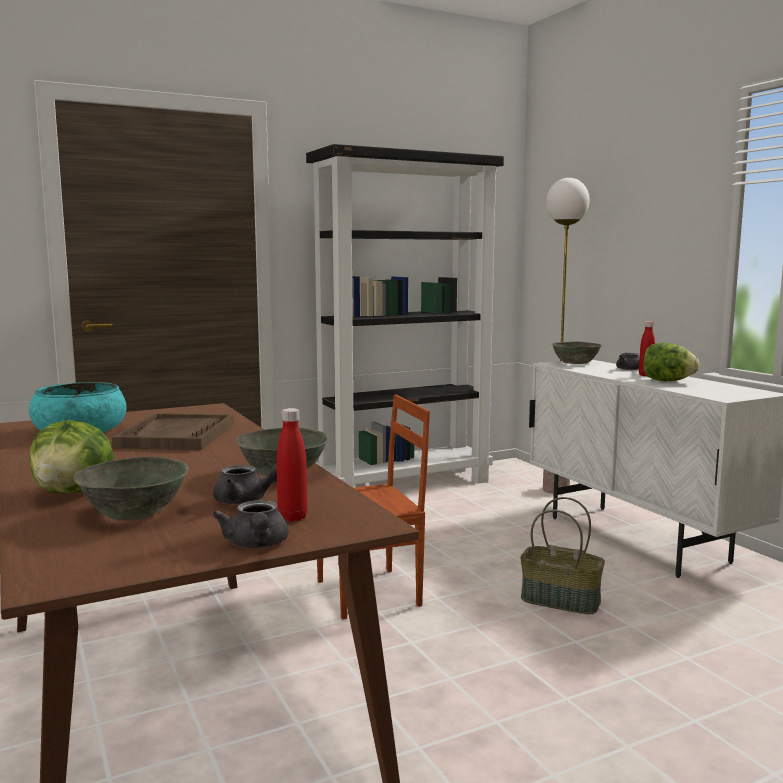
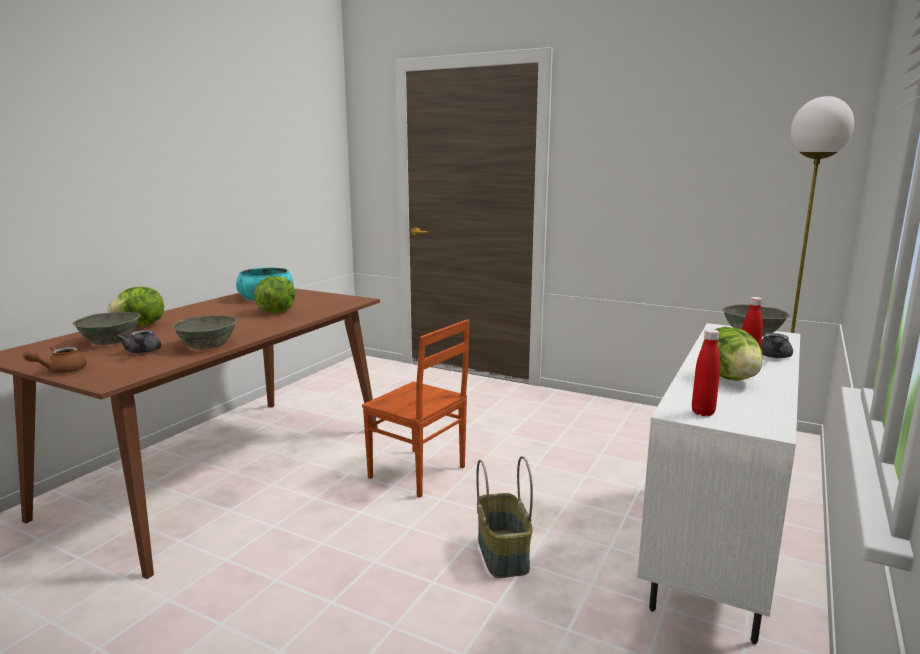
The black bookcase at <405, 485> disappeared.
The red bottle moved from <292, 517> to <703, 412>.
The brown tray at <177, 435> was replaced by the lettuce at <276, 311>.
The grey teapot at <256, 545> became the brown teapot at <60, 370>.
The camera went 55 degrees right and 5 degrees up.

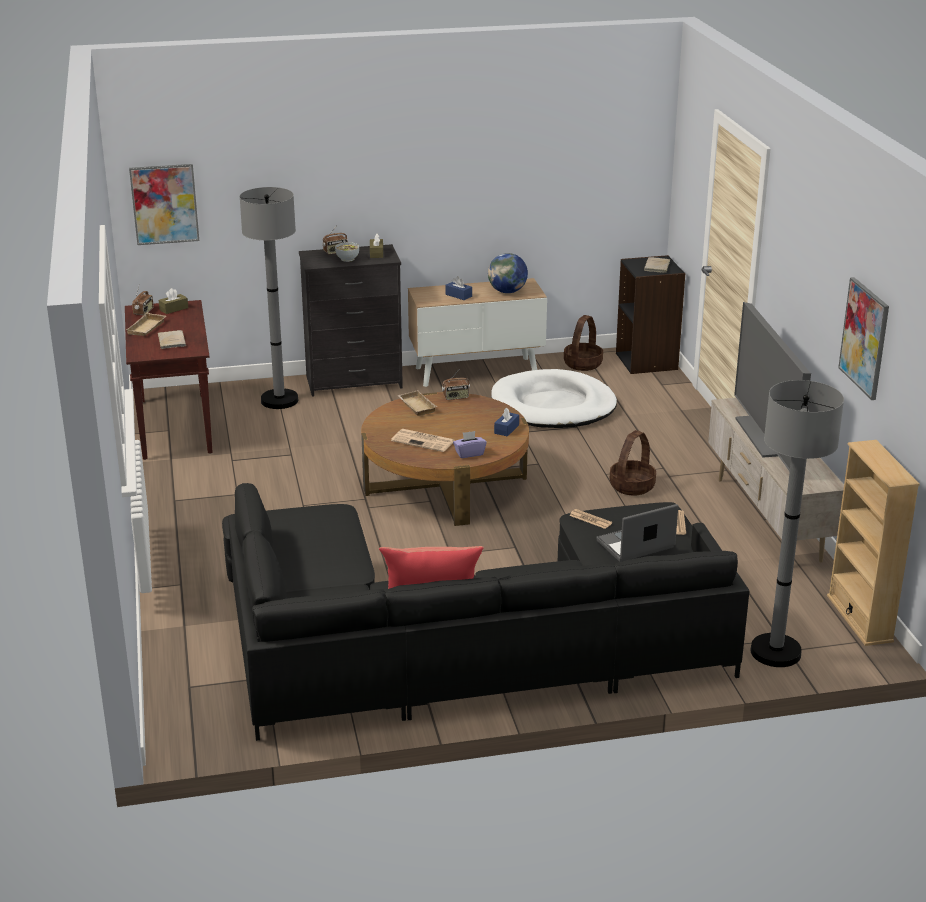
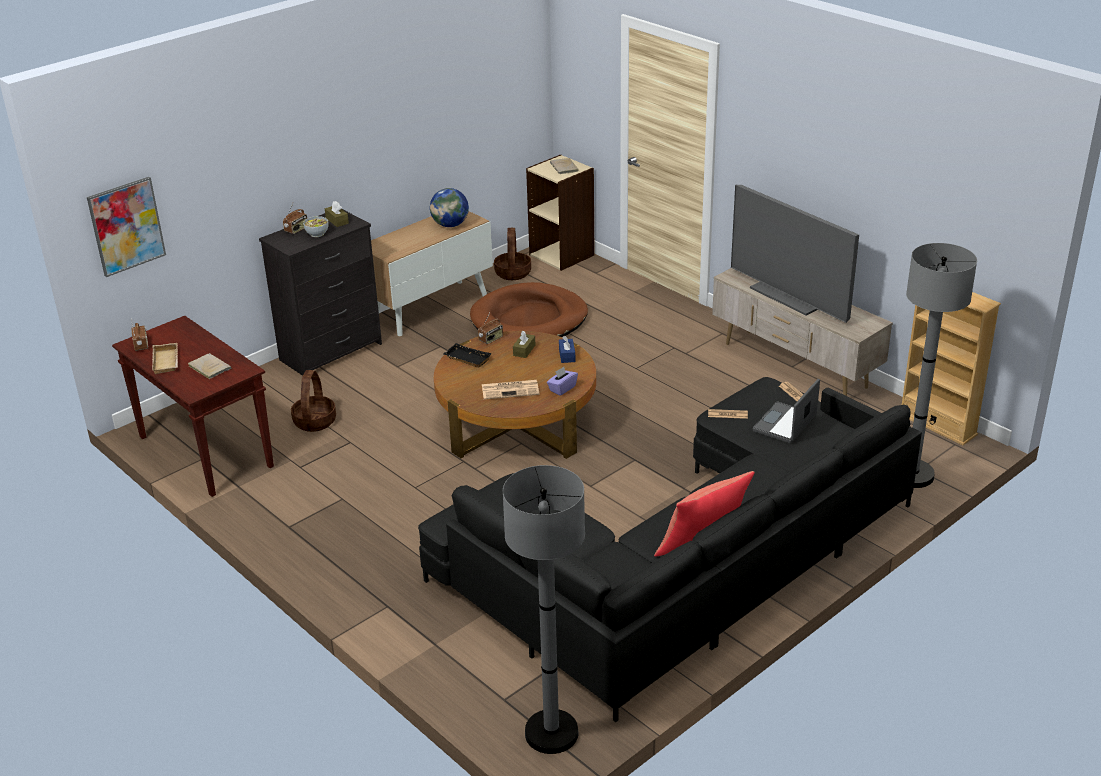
The grey floor lamp moved from <279, 400> to <551, 733>.
The black bookcase at <647, 361> became the beige bookcase at <562, 255>.
The blue tissue box at <458, 295> disappeared.
The picture at <864, 338> disappeared.
The brown tissue box moved from <174, 309> to <524, 350>.
The white dog bed at <553, 405> became the brown dog bed at <529, 319>.
The beige tray at <415, 406> became the black tray at <466, 359>.
The basket moved from <632, 486> to <314, 421>.
The camera went 30 degrees left and 5 degrees up.

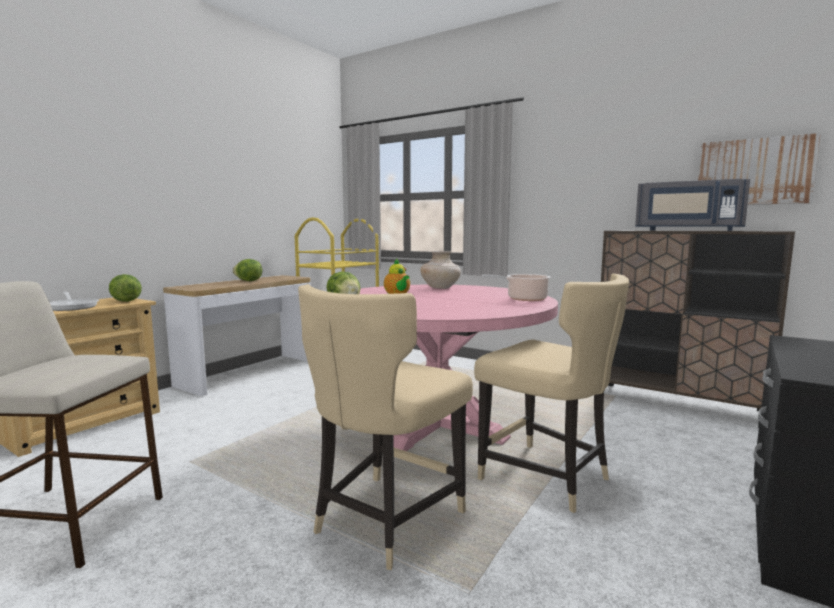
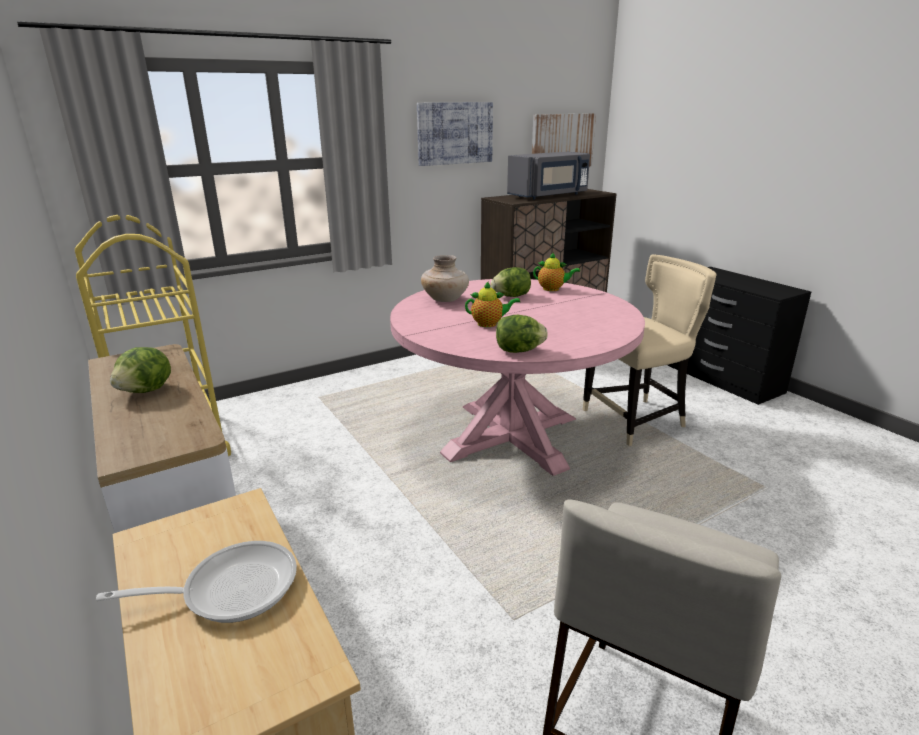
The lettuce moved from <125, 301> to <511, 296>.
The cooking pot at <524, 299> was replaced by the teapot at <553, 289>.
The beige chair at <384, 521> disappeared.
The picture at <455, 133> appeared.
The camera went 65 degrees left and 15 degrees up.

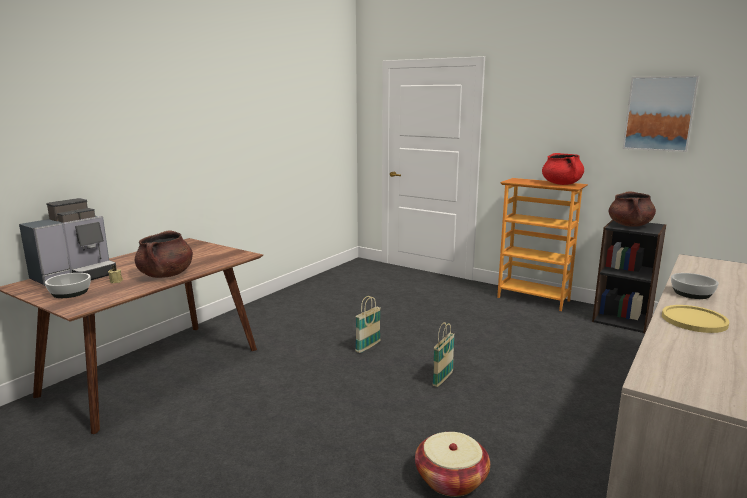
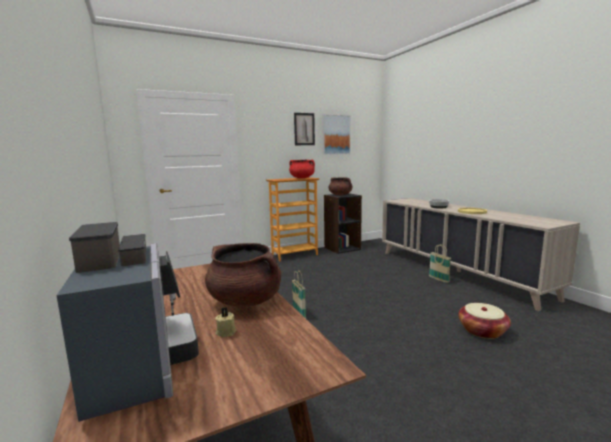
The bowl at <70, 293> disappeared.
The basket moved from <443, 379> to <438, 279>.
The picture at <304, 129> appeared.
The camera went 60 degrees left and 5 degrees down.

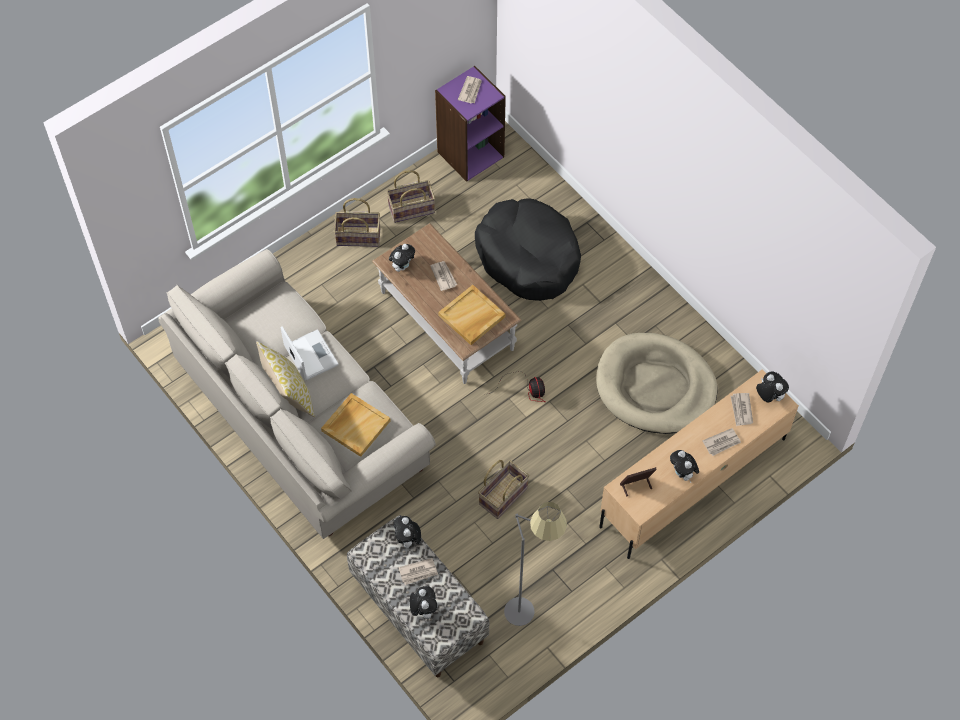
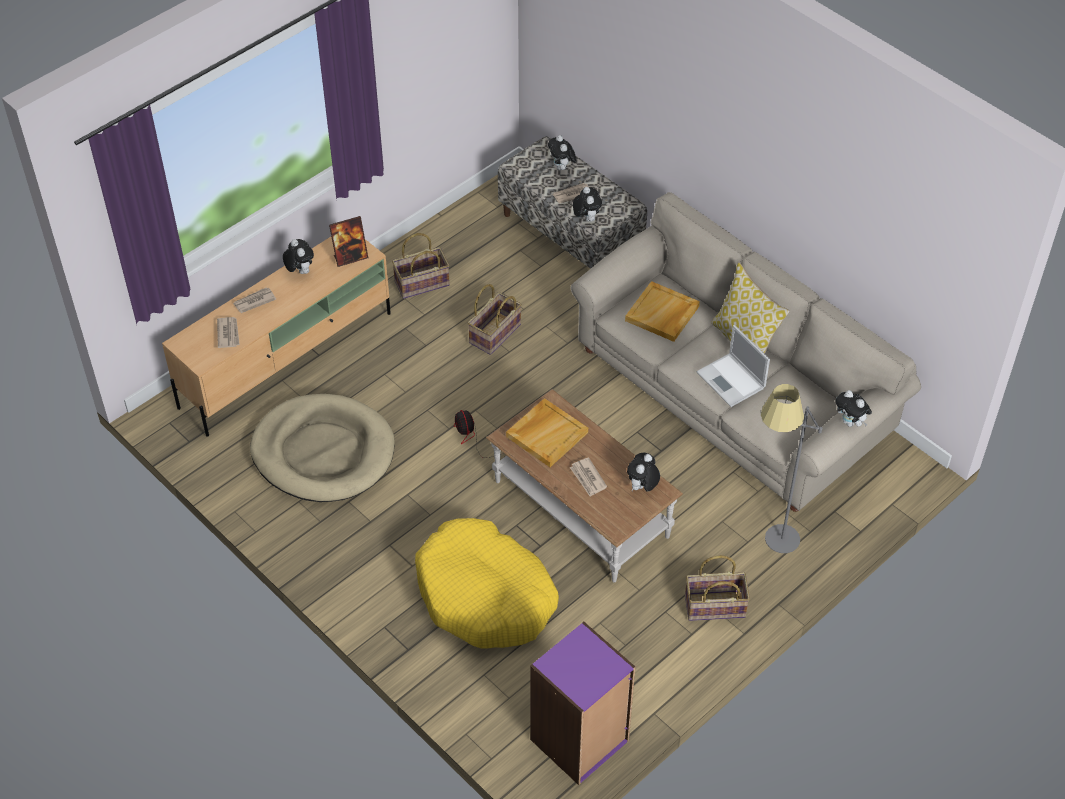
The newspaper at <470, 91> disappeared.
The basket moved from <411, 208> to <422, 284>.
The black dog bed at <528, 257> became the yellow dog bed at <485, 595>.
The plush toy moved from <769, 396> to <850, 422>.
The grey floor lamp moved from <531, 604> to <770, 547>.
The camera went 175 degrees right and 10 degrees down.

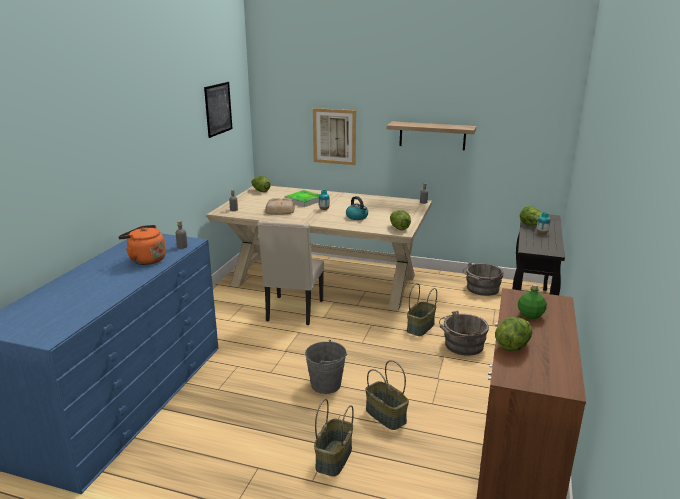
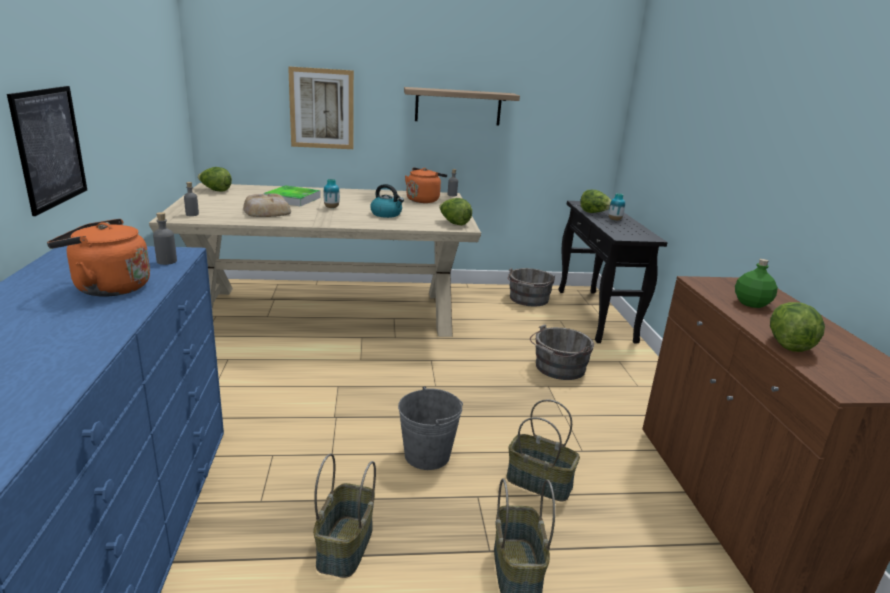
The picture moved from <218, 109> to <50, 147>.
The beige chair at <293, 311> disappeared.
The basket moved from <421, 328> to <346, 547>.
The orange kettle at <424, 200> appeared.
The camera went 25 degrees left and 0 degrees up.

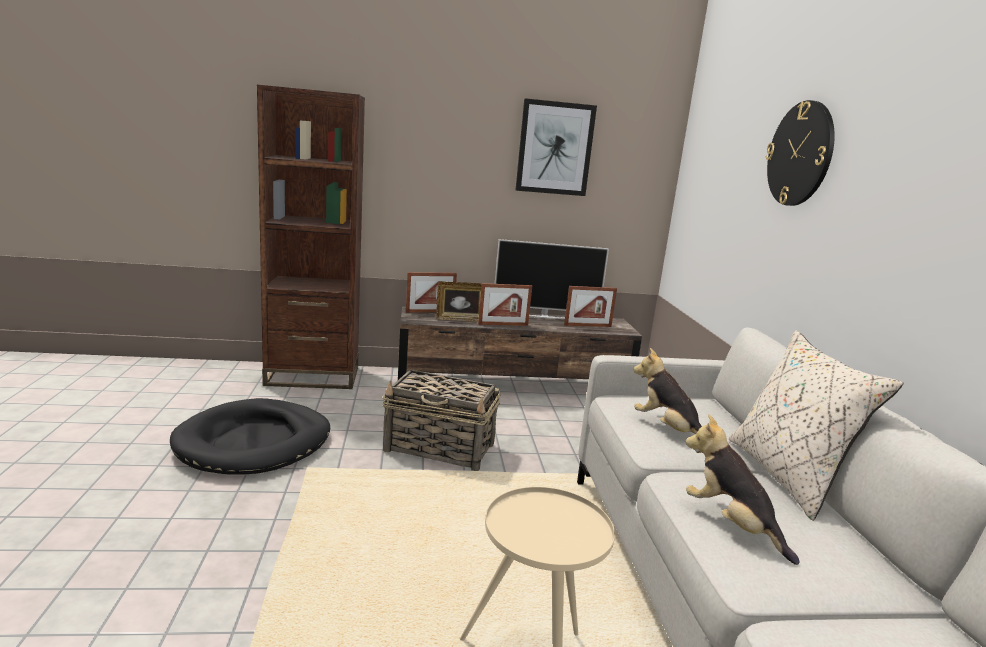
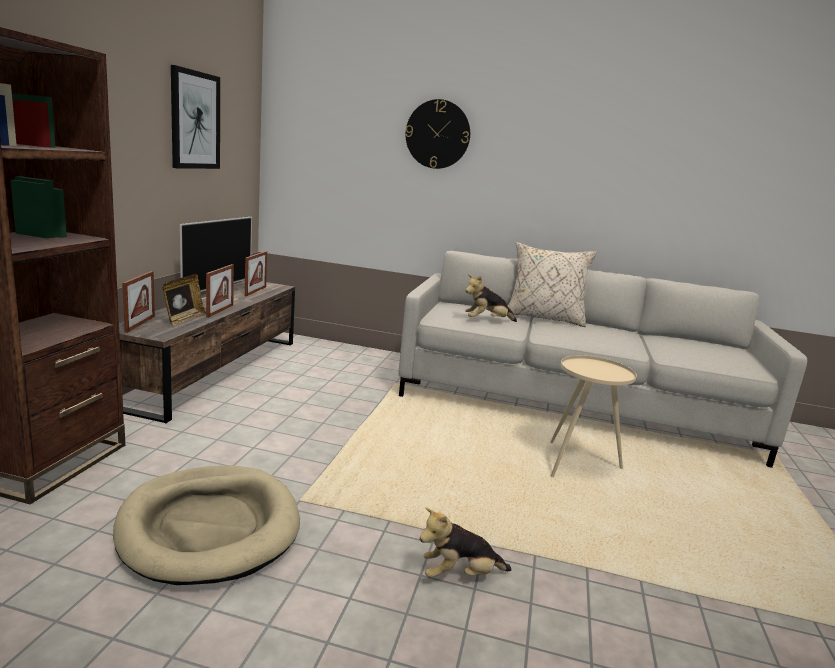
The basket at <440, 448> disappeared.
The black dog bed at <254, 442> became the beige dog bed at <209, 527>.
The plush toy moved from <731, 524> to <459, 575>.
The camera went 70 degrees left and 0 degrees up.

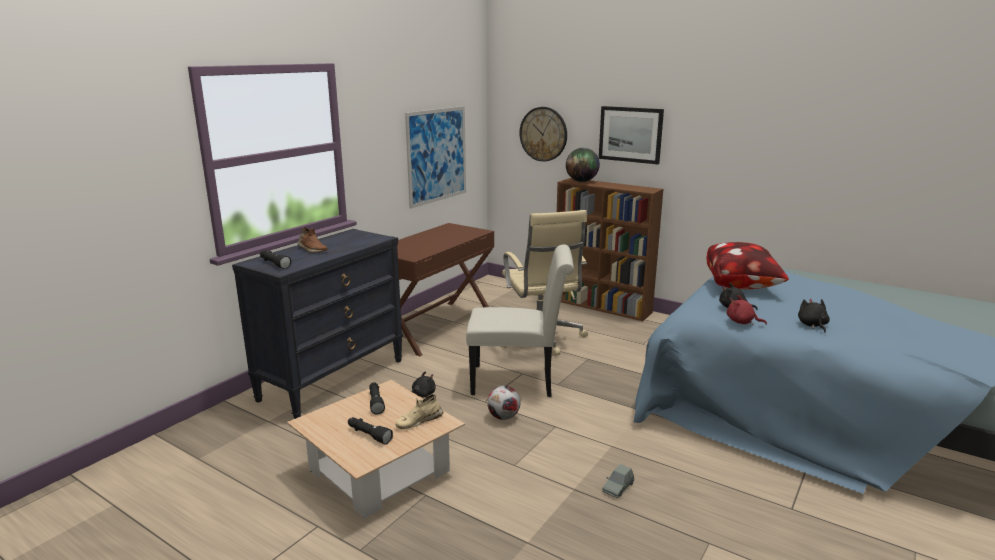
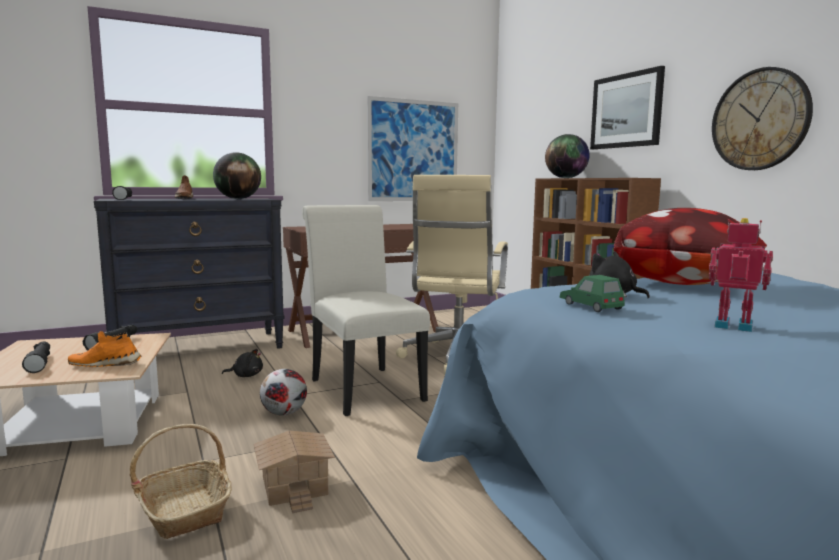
The wall clock moved from <543, 134> to <760, 119>.
The white chair at <519, 381> turned 150 degrees counterclockwise.
The red plush toy at <742, 322> was replaced by the green toy car at <590, 306>.
The black plush toy at <812, 325> was replaced by the toy robot at <733, 325>.
The beige shoe at <418, 421> became the orange shoe at <105, 364>.
The grey toy car at <618, 487> disappeared.
The globe at <238, 199> appeared.
The basket at <185, 510> appeared.
The toy house at <296, 485> appeared.
The camera went 30 degrees right and 10 degrees down.

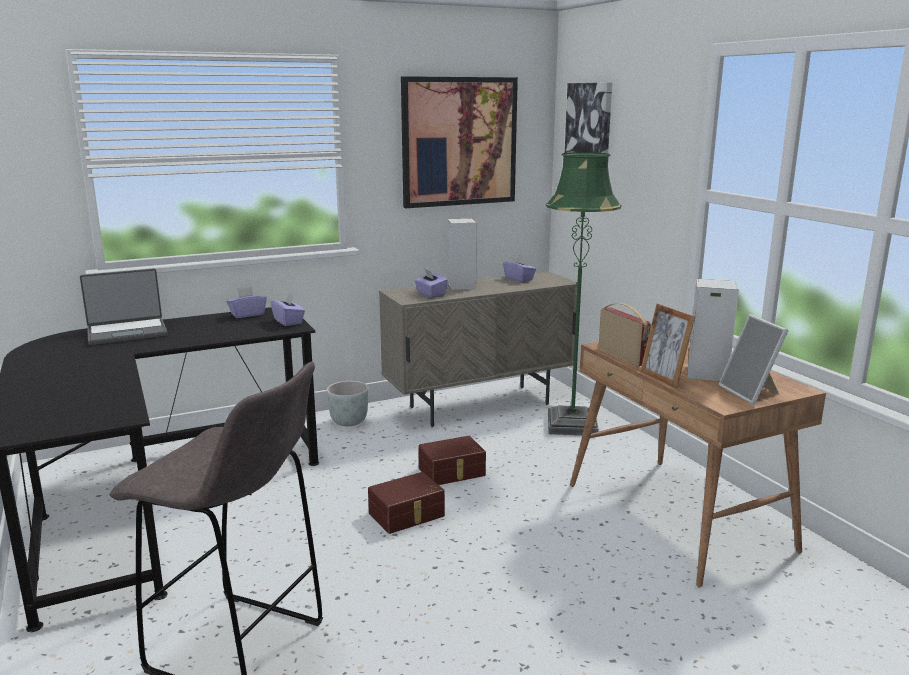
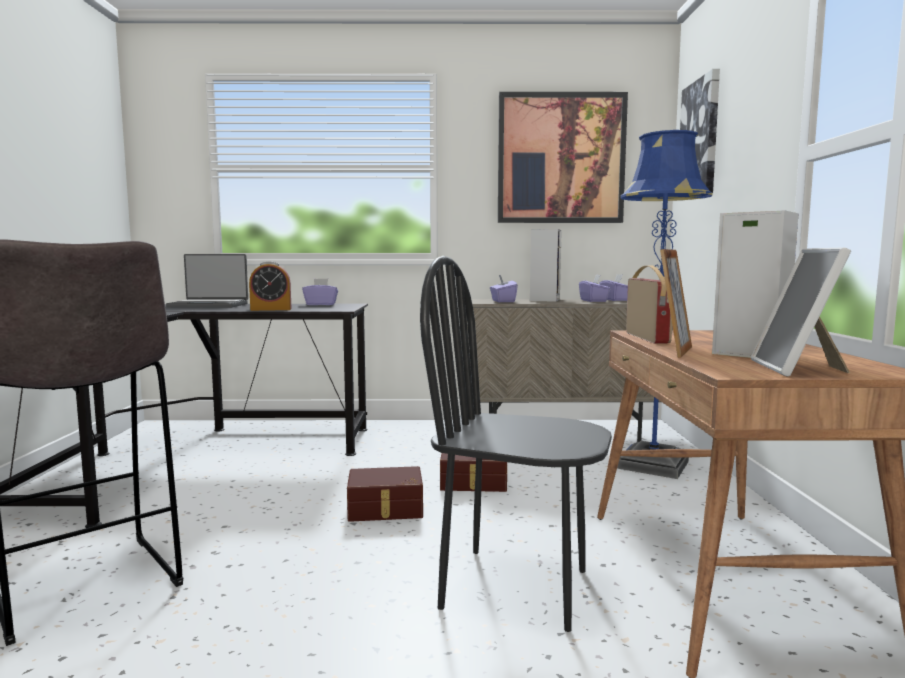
The green floor lamp at <572, 425> became the blue floor lamp at <653, 465>.
The purple tissue box moved from <288, 321> to <594, 301>.
The picture frame at <663, 378> turned 150 degrees counterclockwise.
The grey planter at <349, 422> disappeared.
The black chair at <515, 587> appeared.
The alarm clock at <271, 309> appeared.
The camera went 25 degrees right and 10 degrees down.

